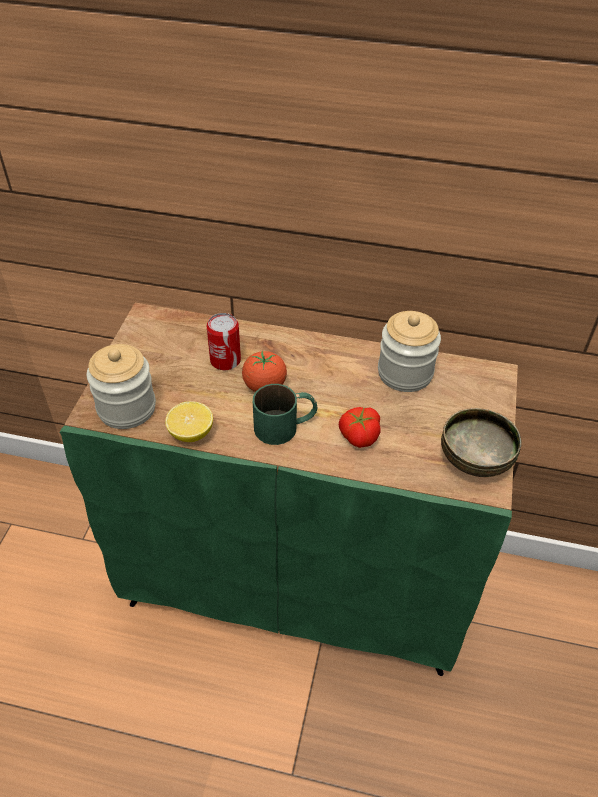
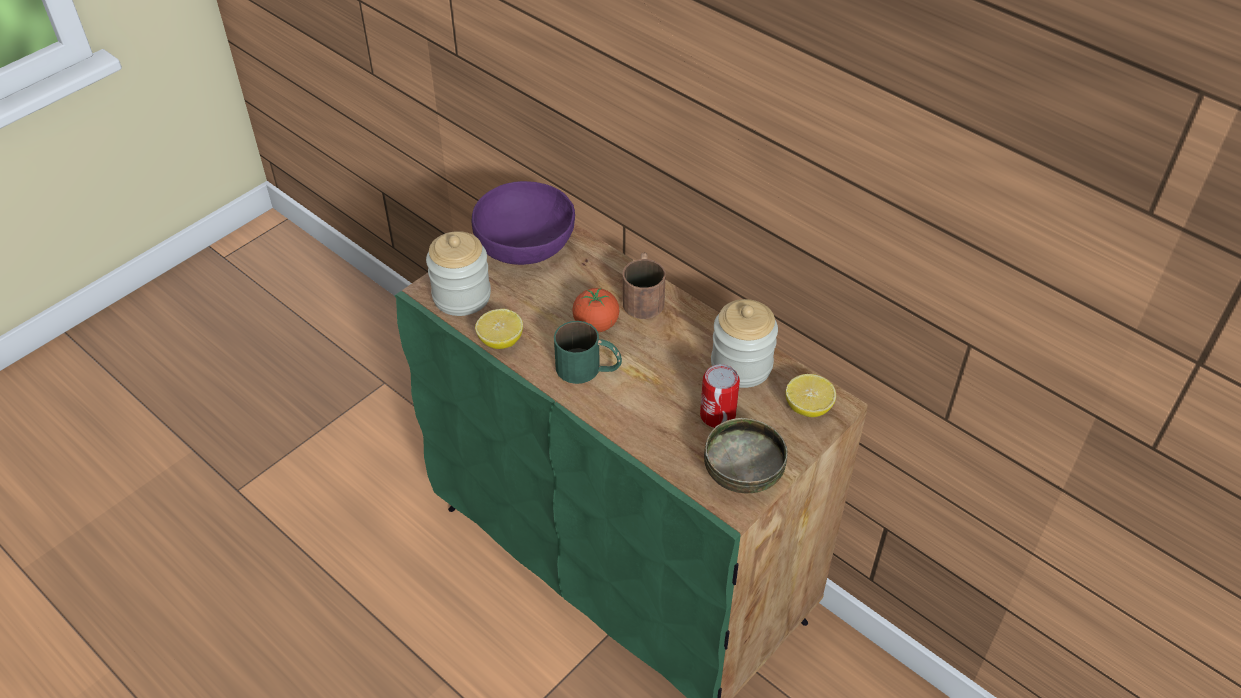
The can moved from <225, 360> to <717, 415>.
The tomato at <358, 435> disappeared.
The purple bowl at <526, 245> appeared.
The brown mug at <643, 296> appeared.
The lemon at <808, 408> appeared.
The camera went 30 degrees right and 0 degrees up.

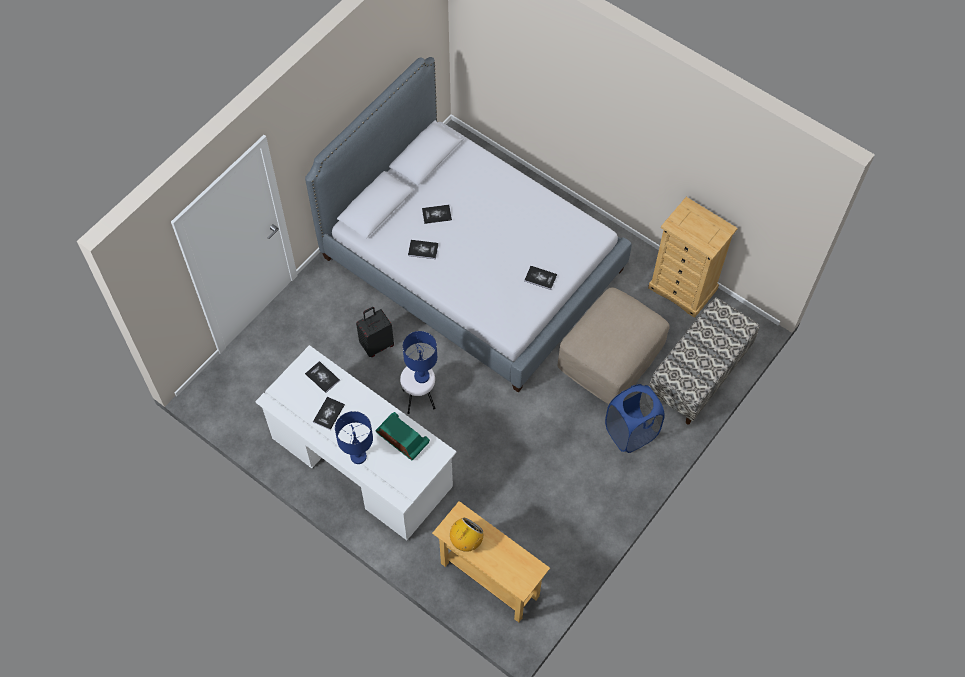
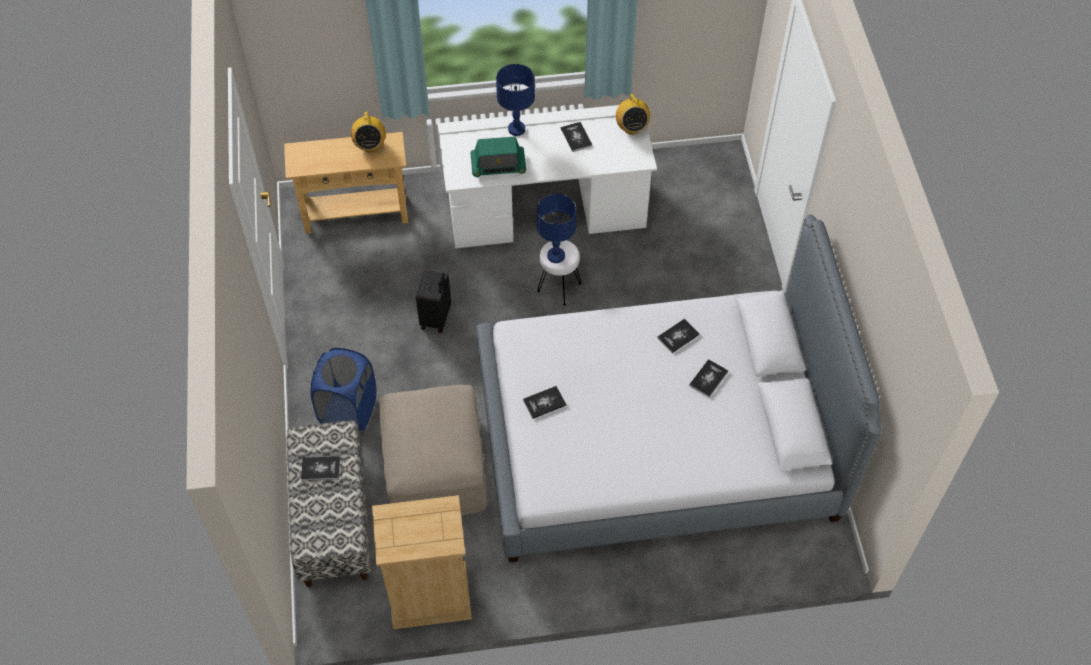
The black suitcase moved from <377, 344> to <436, 318>.
The book moved from <322, 377> to <320, 469>.
The radio at <631, 128> appeared.
The camera went 135 degrees right and 5 degrees down.

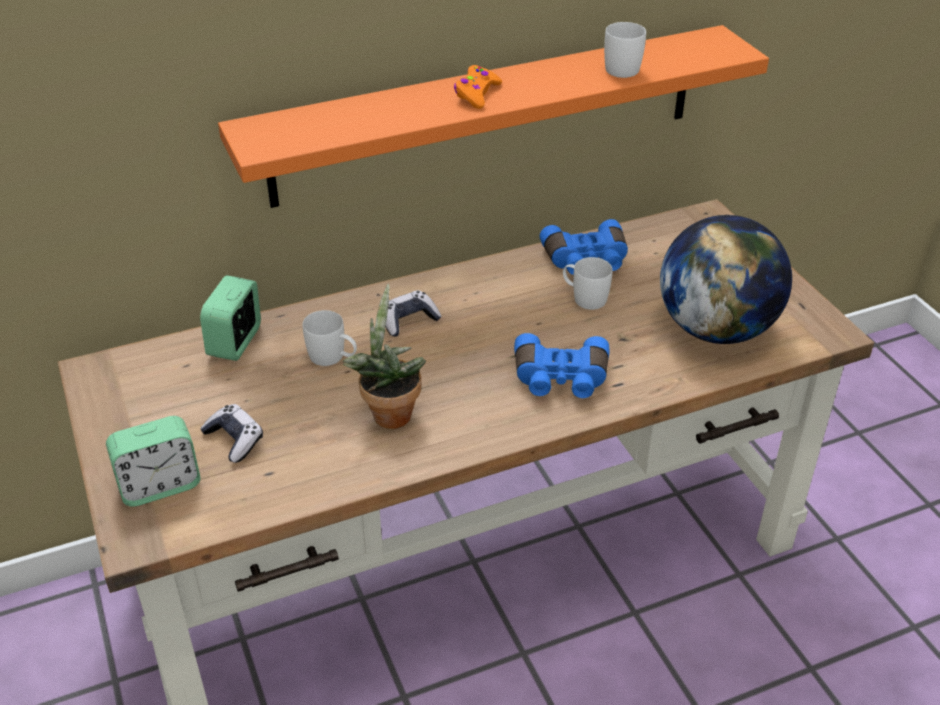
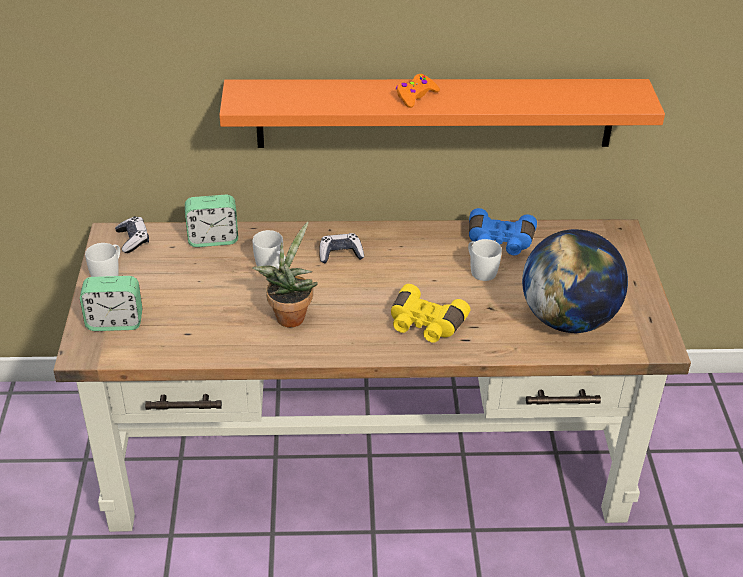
The white mug moved from <621, 67> to <108, 274>.
The alarm clock at <235, 342> turned 135 degrees counterclockwise.
The blue binoculars at <560, 379> became the yellow binoculars at <424, 325>.
The game controller moved from <234, 440> to <133, 240>.
The camera went 20 degrees right and 0 degrees up.

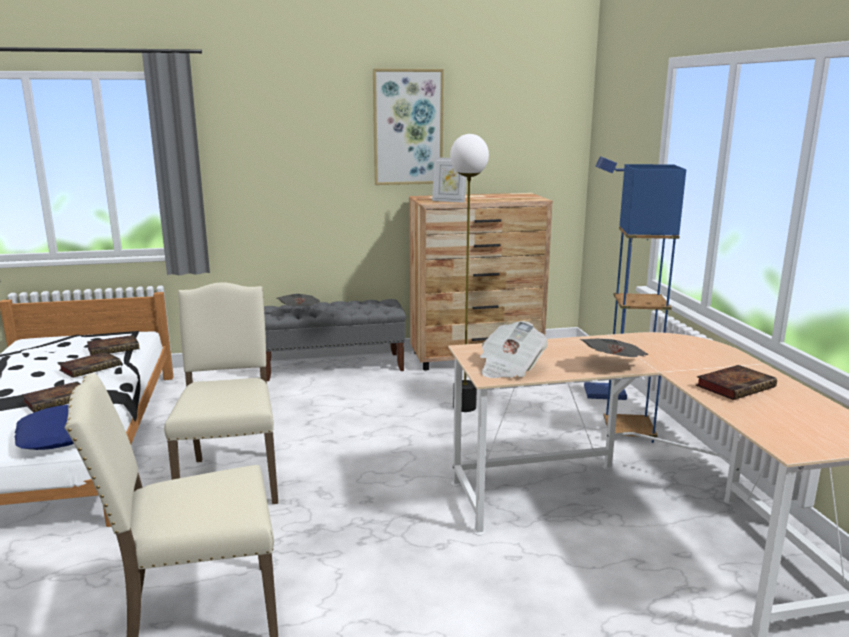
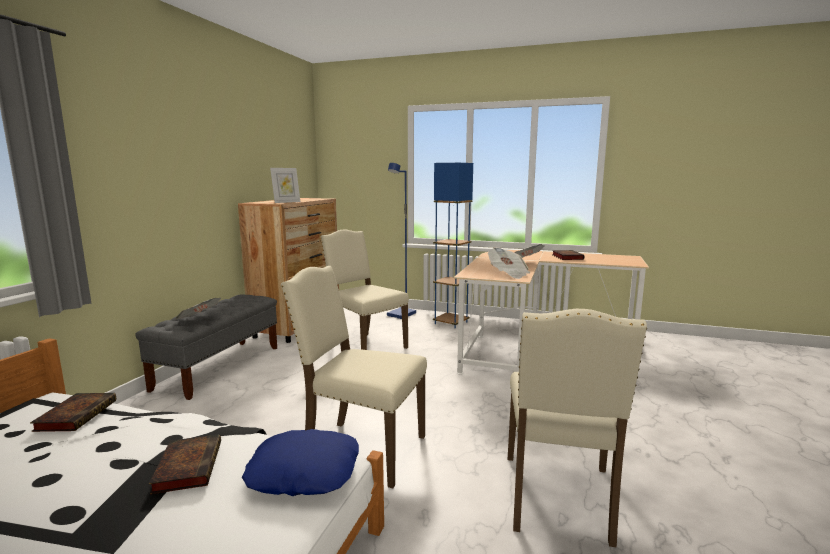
The picture at <408, 127> disappeared.
The floor lamp at <465, 407> was replaced by the beige chair at <365, 346>.
The book at <91, 367> disappeared.
The camera went 60 degrees left and 5 degrees down.

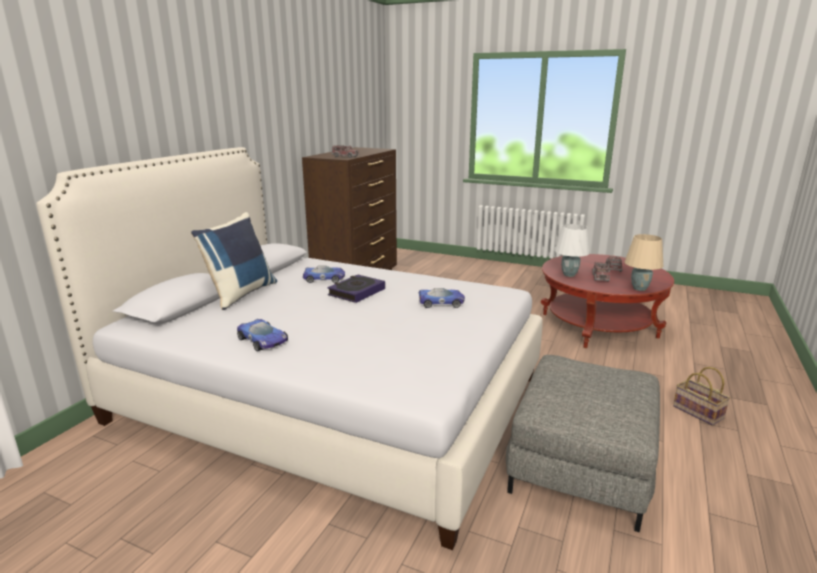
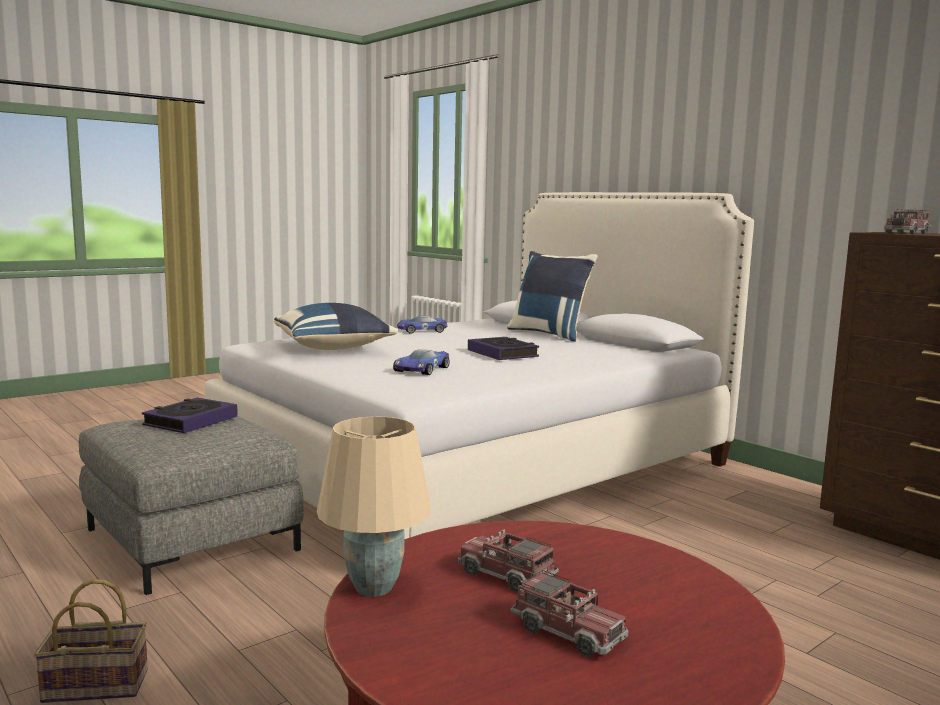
The white table lamp at <569, 275> disappeared.
The toy car at <325, 278> disappeared.
The blue pillow at <334, 348> appeared.
The book at <190, 421> appeared.
The camera went 115 degrees right and 10 degrees down.

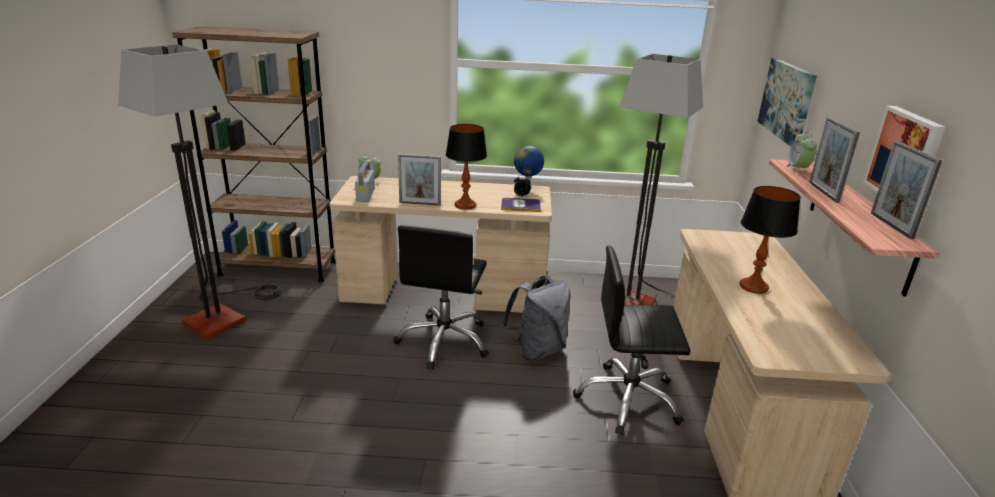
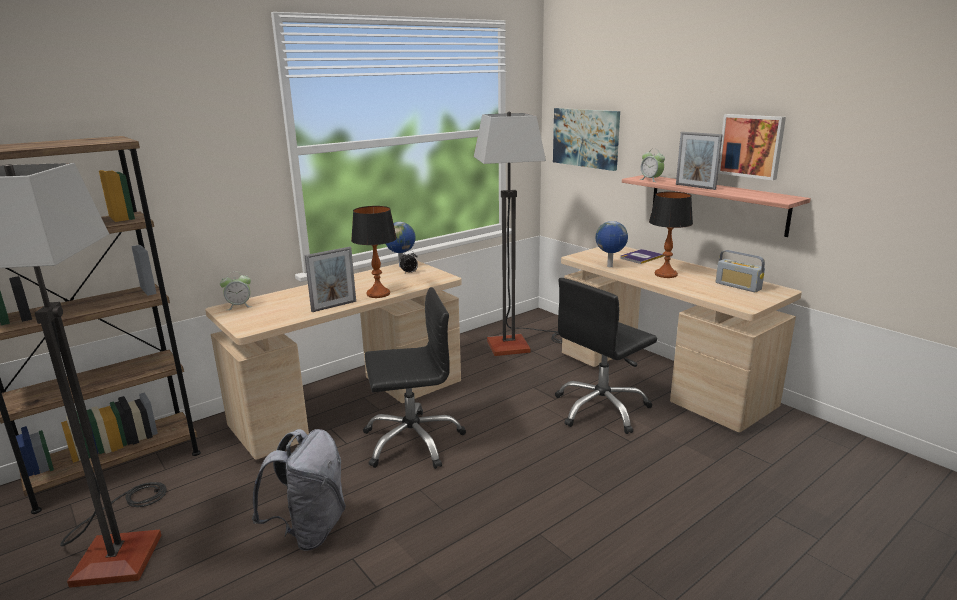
The picture frame at <891, 225> disappeared.
The radio moved from <365, 195> to <738, 286>.
The book moved from <520, 205> to <641, 257>.
The black office chair at <444, 341> turned 75 degrees counterclockwise.
The grey backpack moved from <537, 350> to <309, 530>.
The globe at <610, 266> appeared.
The camera went 40 degrees left and 5 degrees down.

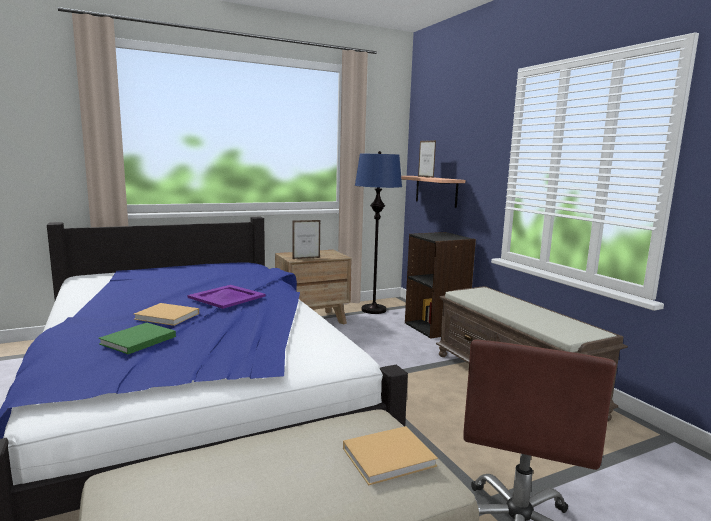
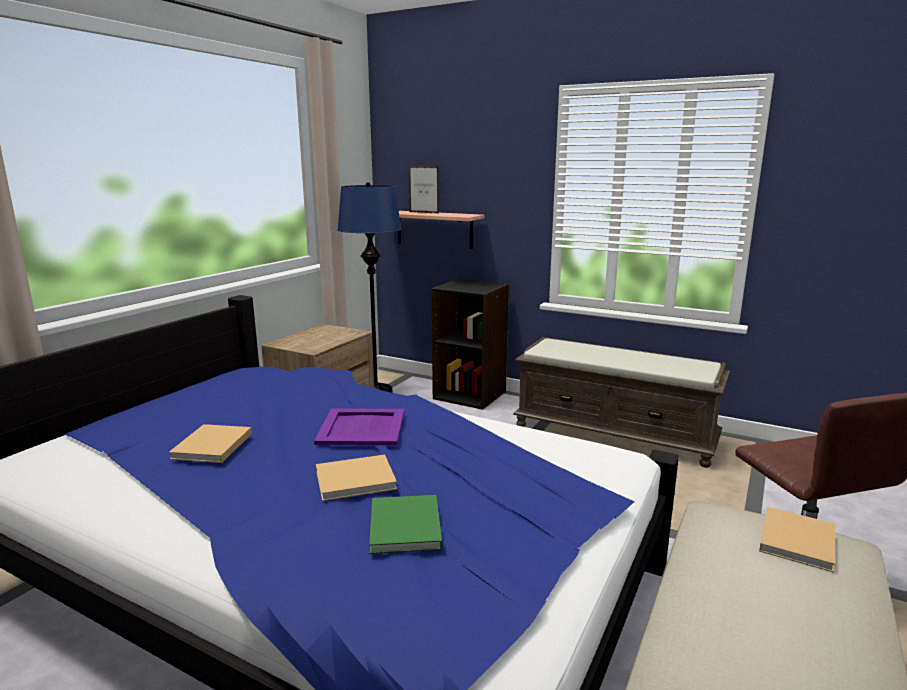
The picture frame at <306, 258> disappeared.
The beige book at <211, 447> appeared.
The camera went 35 degrees left and 5 degrees up.

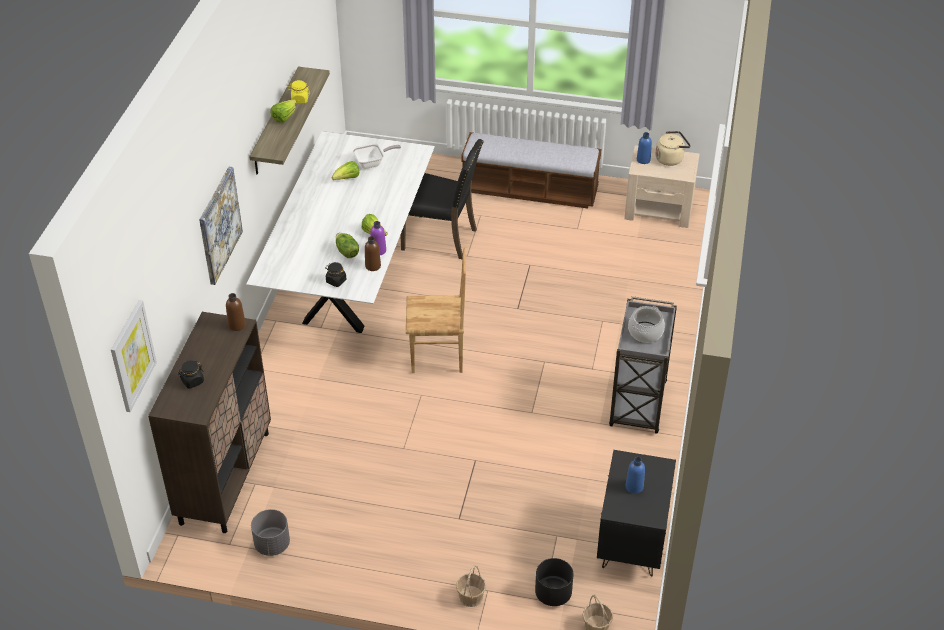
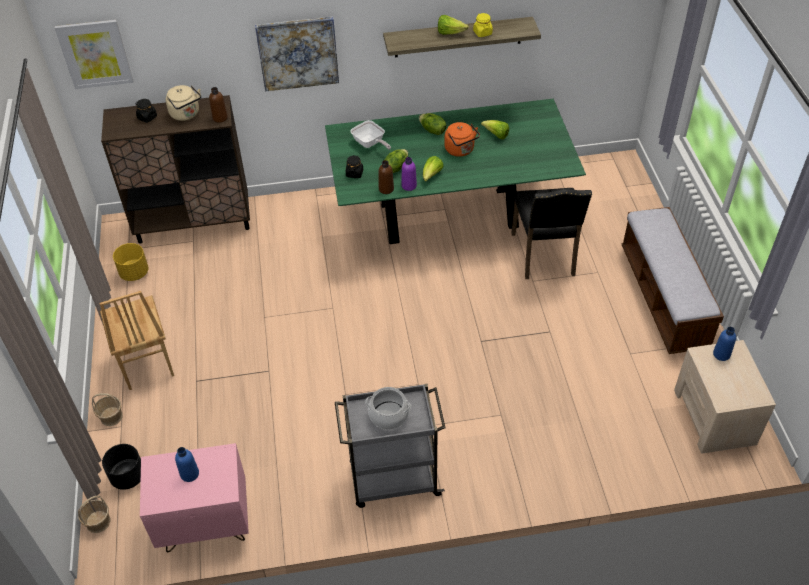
The white dining table at <351, 281> became the green dining table at <450, 216>.
The beige kettle moved from <670, 158> to <186, 114>.
The frying pan moved from <372, 163> to <370, 144>.
The brown chair moved from <437, 358> to <145, 364>.
The black nightstand at <632, 543> became the pink nightstand at <205, 524>.
The grey planter at <272, 544> became the yellow planter at <134, 273>.
The lettuce at <432, 130> appeared.
The orange kettle at <460, 150> appeared.
The camera went 70 degrees right and 5 degrees up.

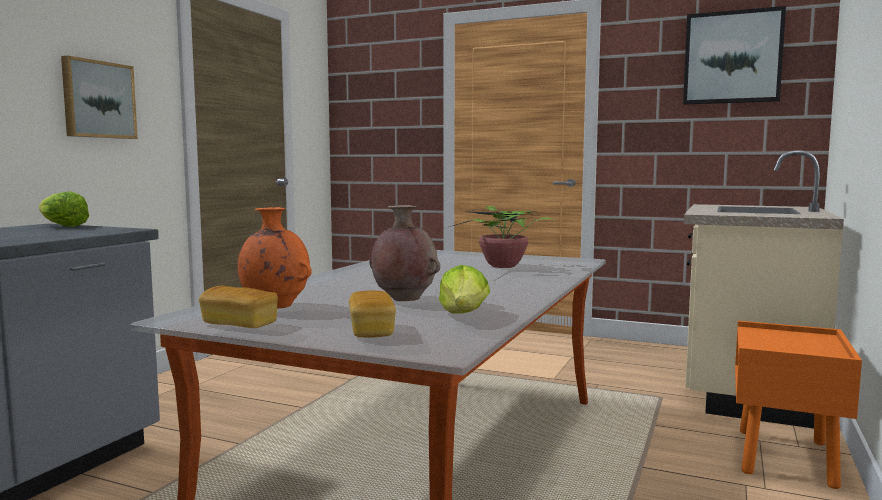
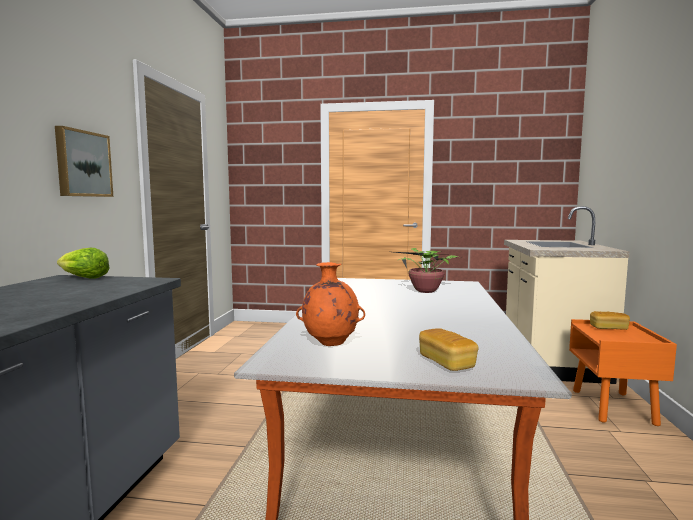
The picture at <732, 57> disappeared.
The brown vase at <404, 299> disappeared.
The lettuce at <464, 315> disappeared.
The bread moved from <239, 324> to <608, 328>.
The camera went 15 degrees left and 0 degrees up.

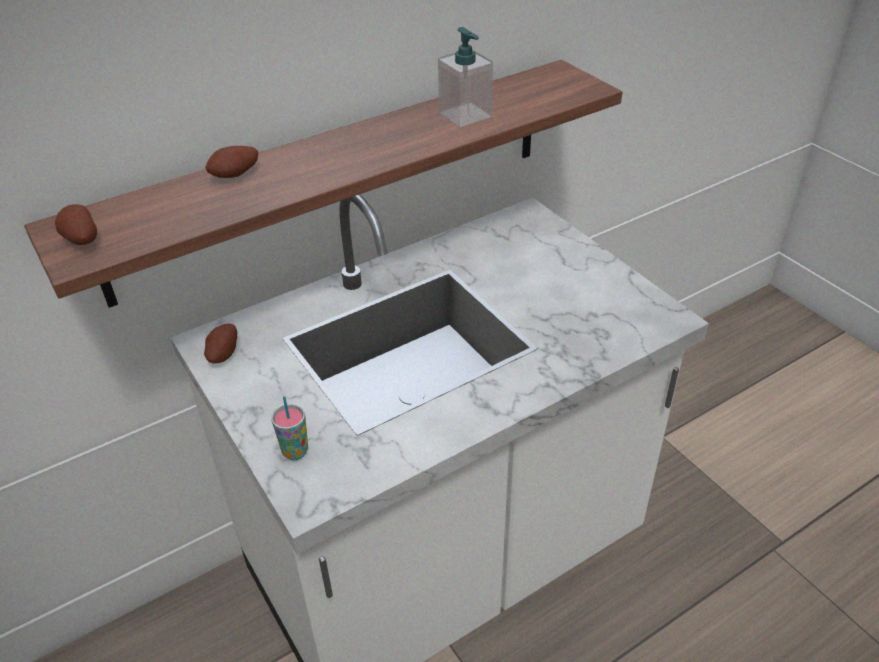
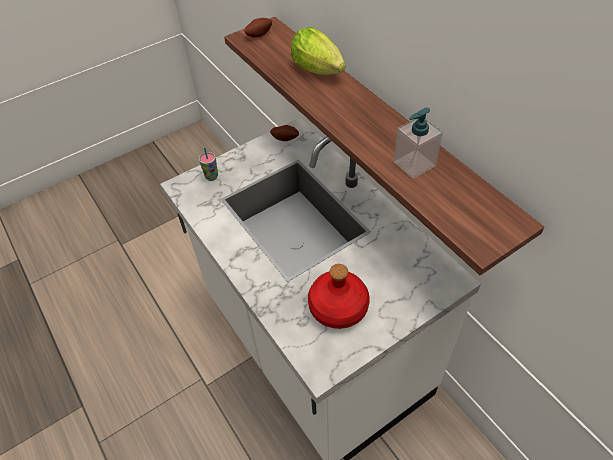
The potato at <236, 176> was replaced by the lettuce at <320, 71>.
The red bottle at <337, 307> appeared.
The camera went 90 degrees right and 10 degrees up.

